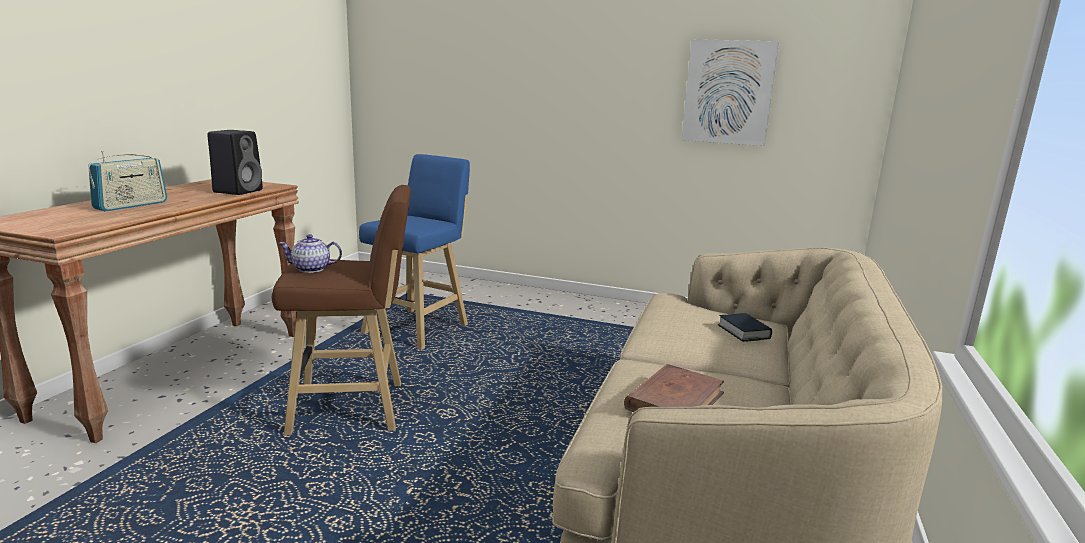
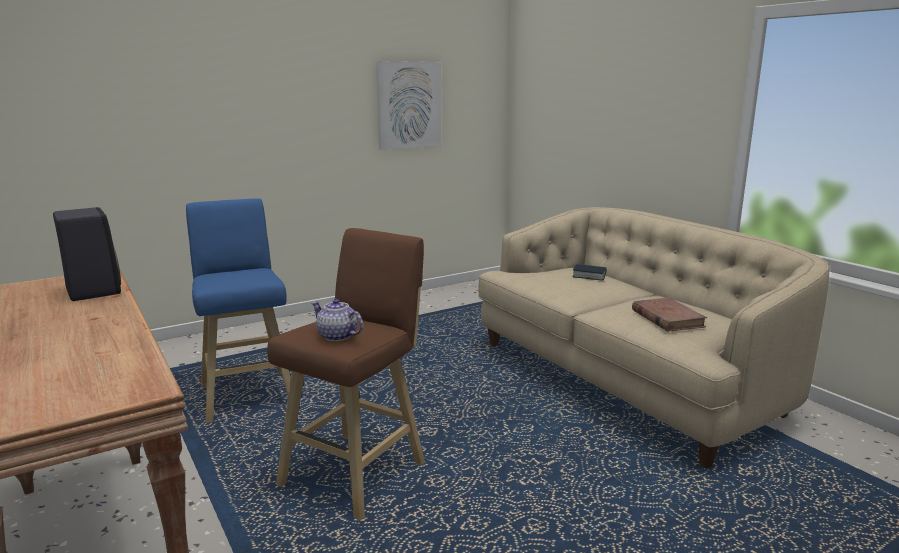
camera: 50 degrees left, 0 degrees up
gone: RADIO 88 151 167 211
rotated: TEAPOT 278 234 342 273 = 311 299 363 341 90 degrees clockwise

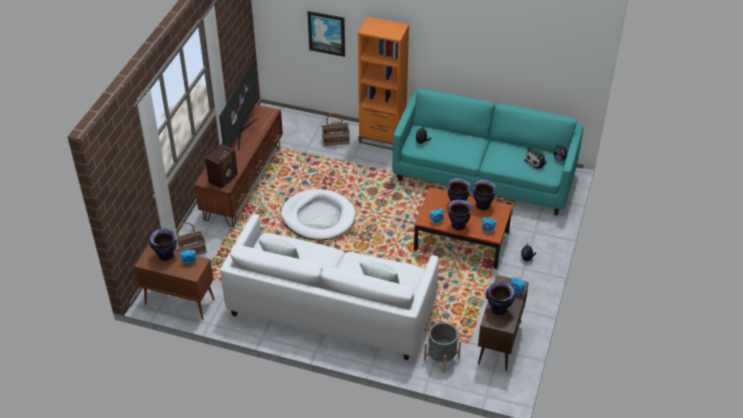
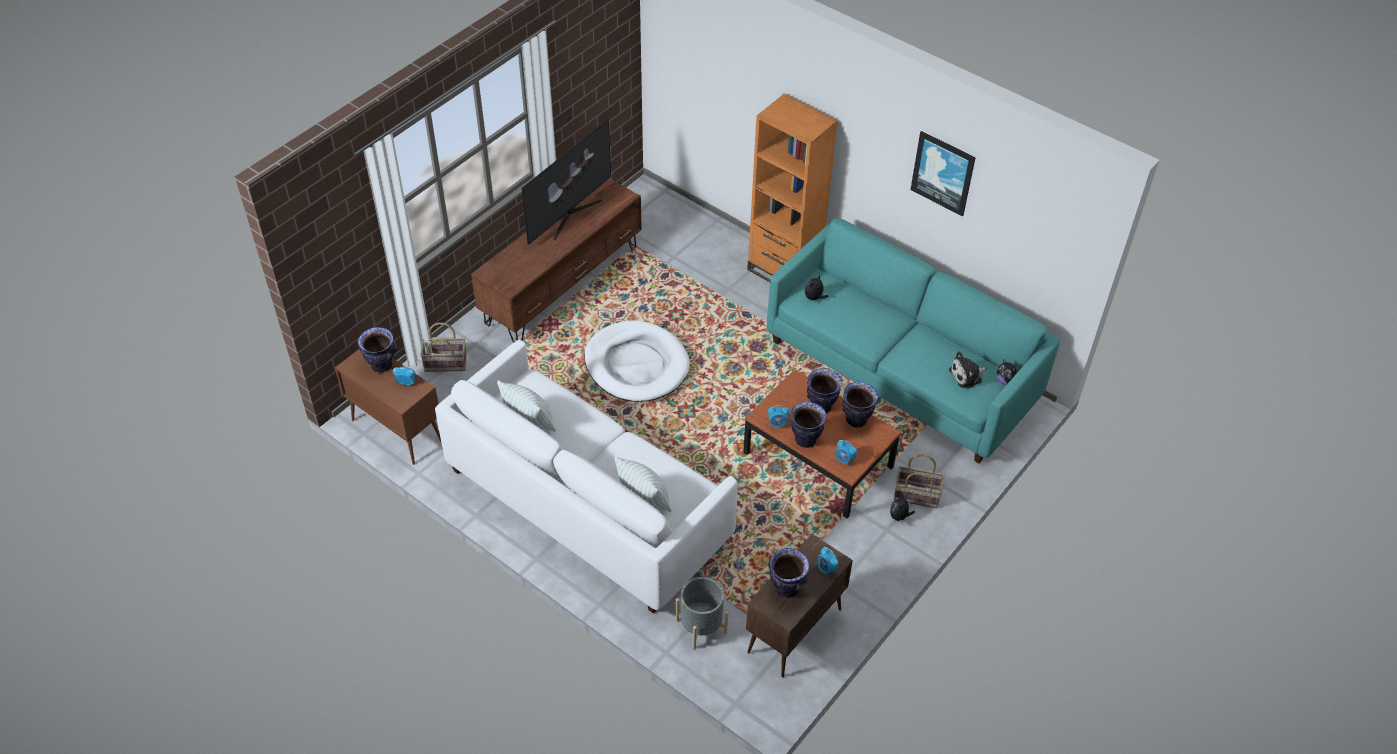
camera: 20 degrees right, 5 degrees up
gone: RADIO 205 144 238 189
shifted: BASKET 321 113 350 146 to 894 454 944 508; PICTURE 307 11 345 57 to 910 131 976 216

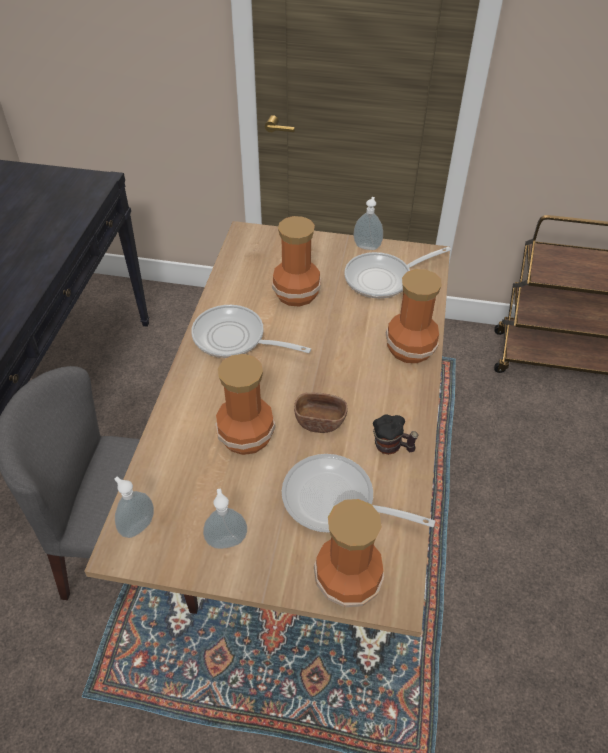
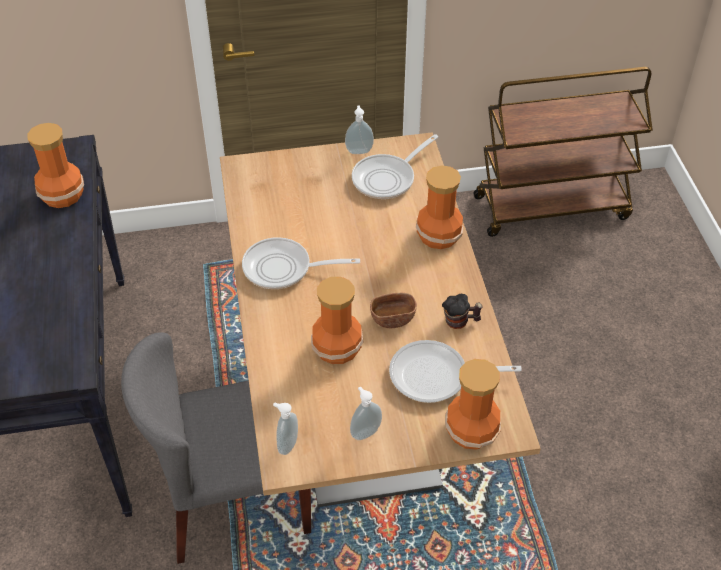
camera: 20 degrees left, 0 degrees up
shifted: VASE 272 216 321 307 to 27 123 84 208

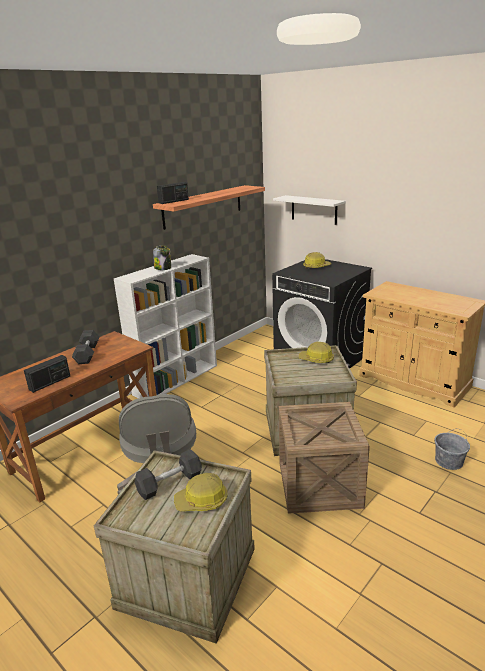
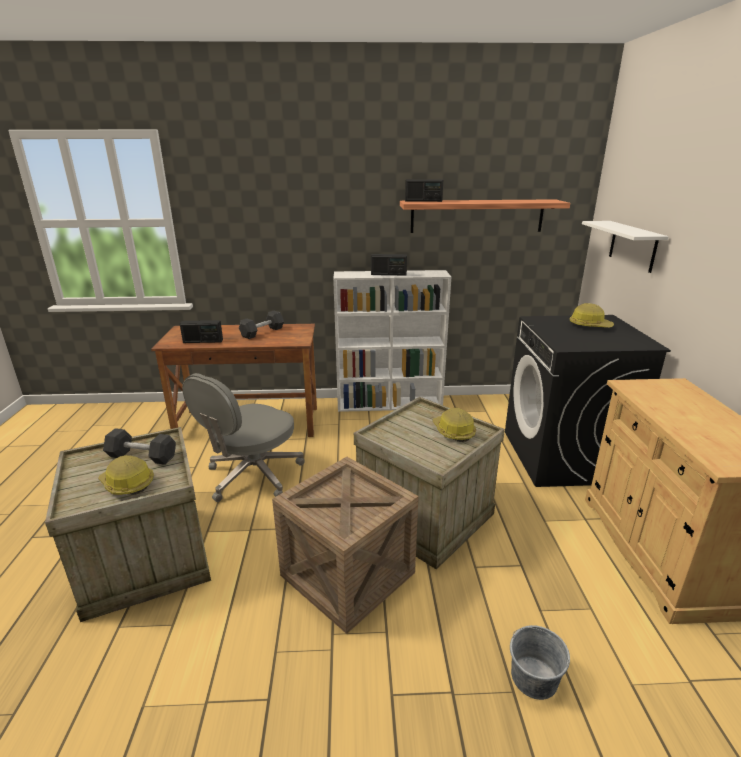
camera: 45 degrees right, 0 degrees up
swapped: JAR 153 245 171 270 to RADIO 371 254 407 275

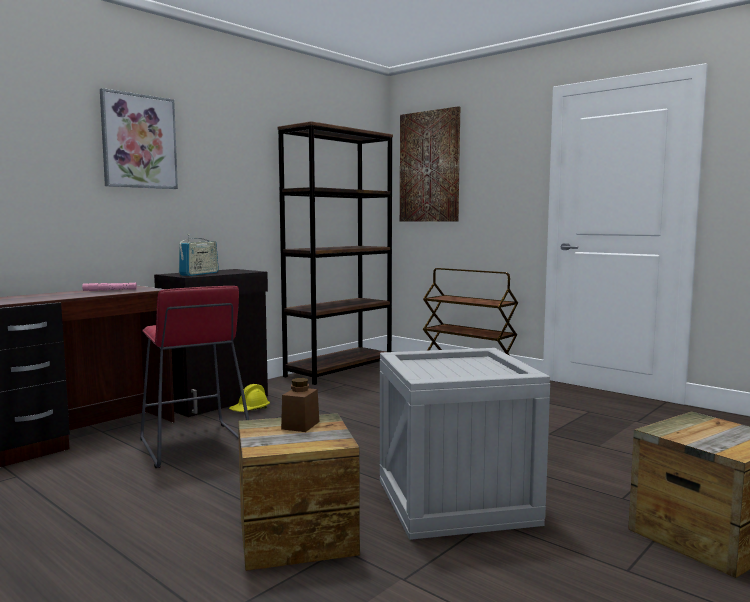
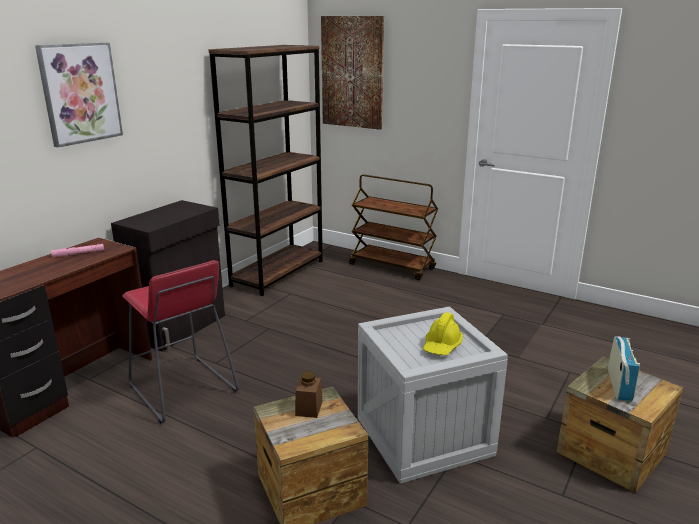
camera: 10 degrees left, 15 degrees up
shifted: YELLOW HARD HAT 229 384 270 412 to 423 312 463 355; RADIO 179 234 219 276 to 608 336 640 401

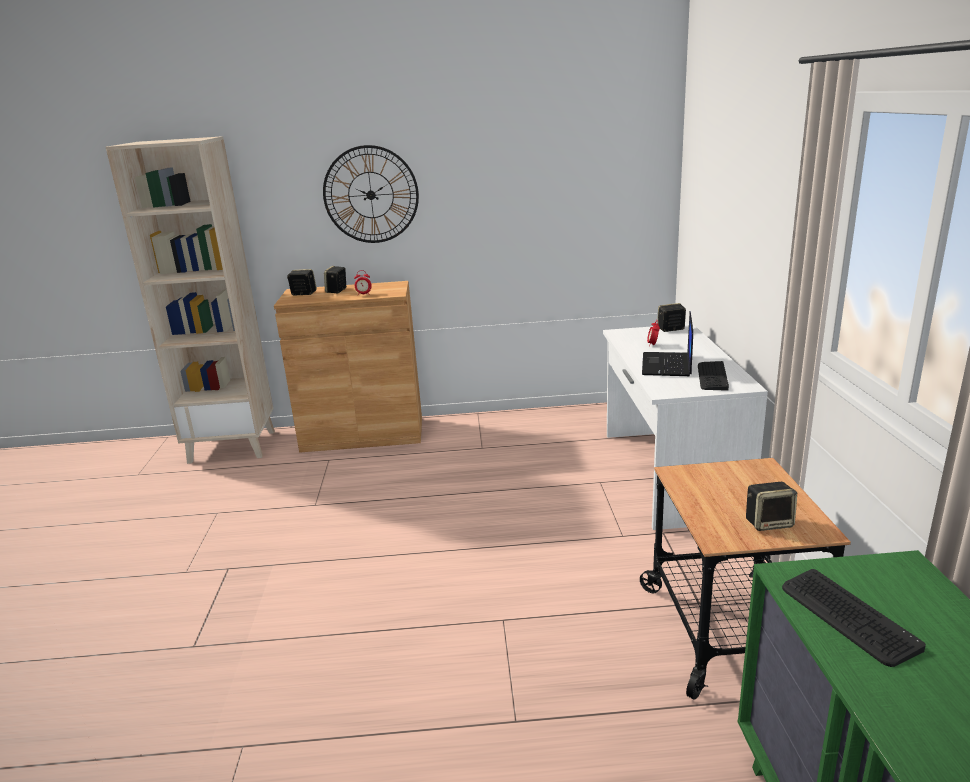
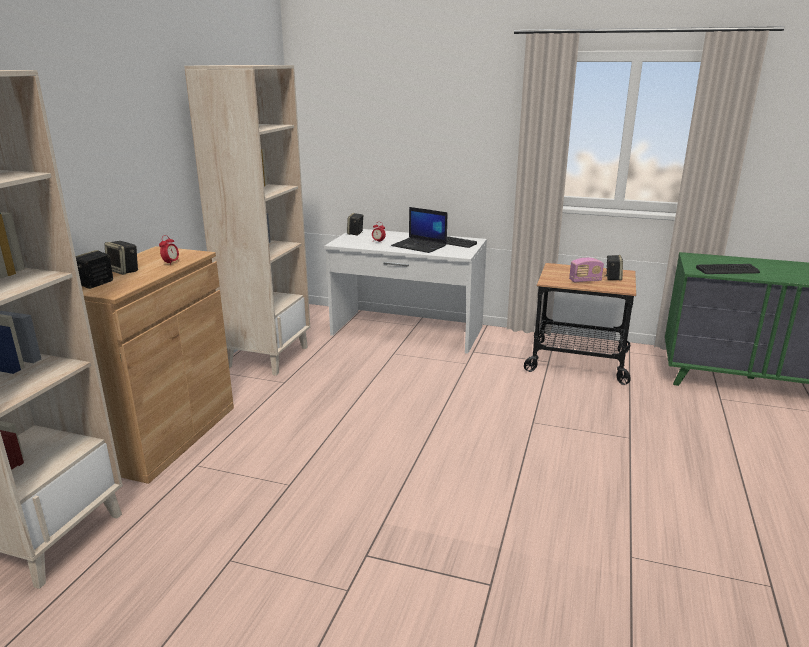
camera: 70 degrees left, 0 degrees up
gone: WALL CLOCK 323 145 419 243
new: BEIGE BOOKCASE 184 65 310 376; RADIO 569 258 604 283

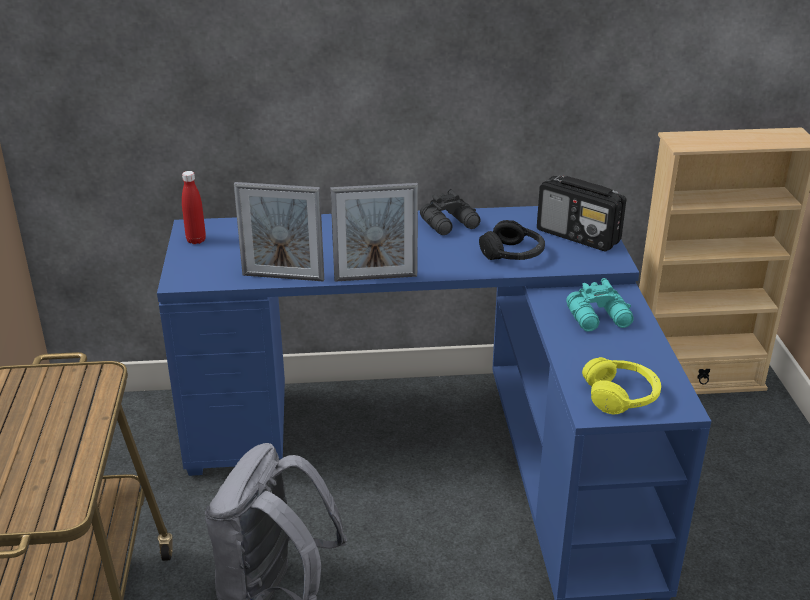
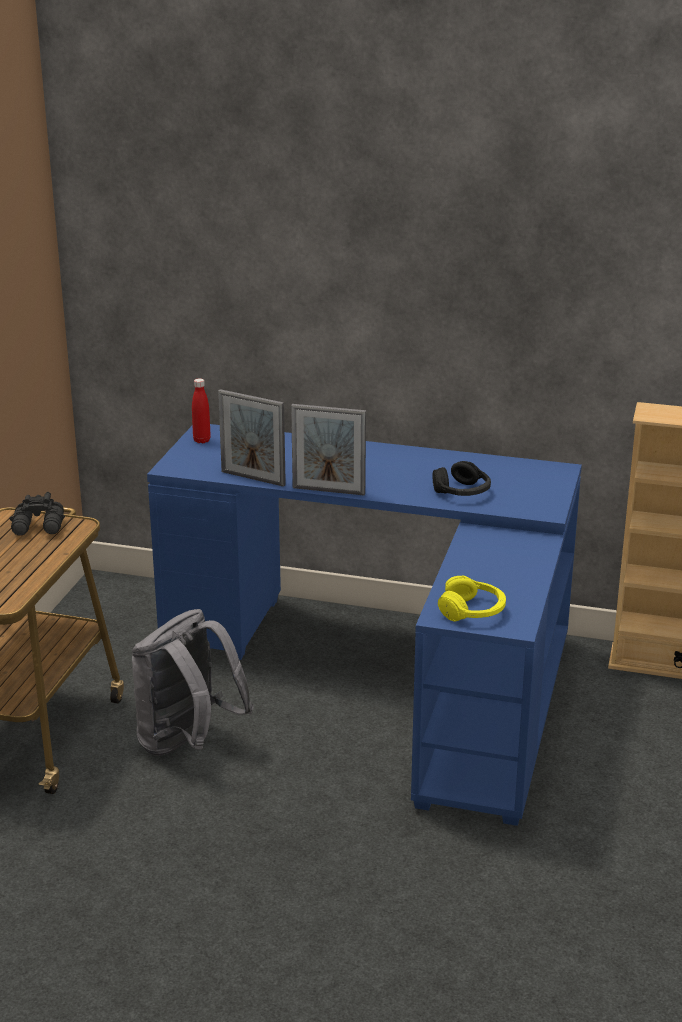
camera: 20 degrees right, 5 degrees down
gone: RADIO 537 175 626 252; TURQUOISE BINOCULARS 566 278 634 332
shifted: BLACK BINOCULARS 420 189 481 235 to 9 492 65 536

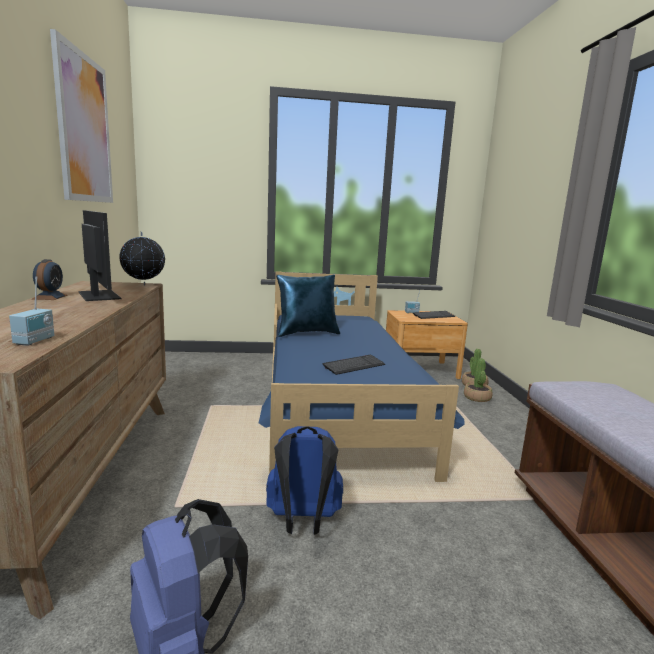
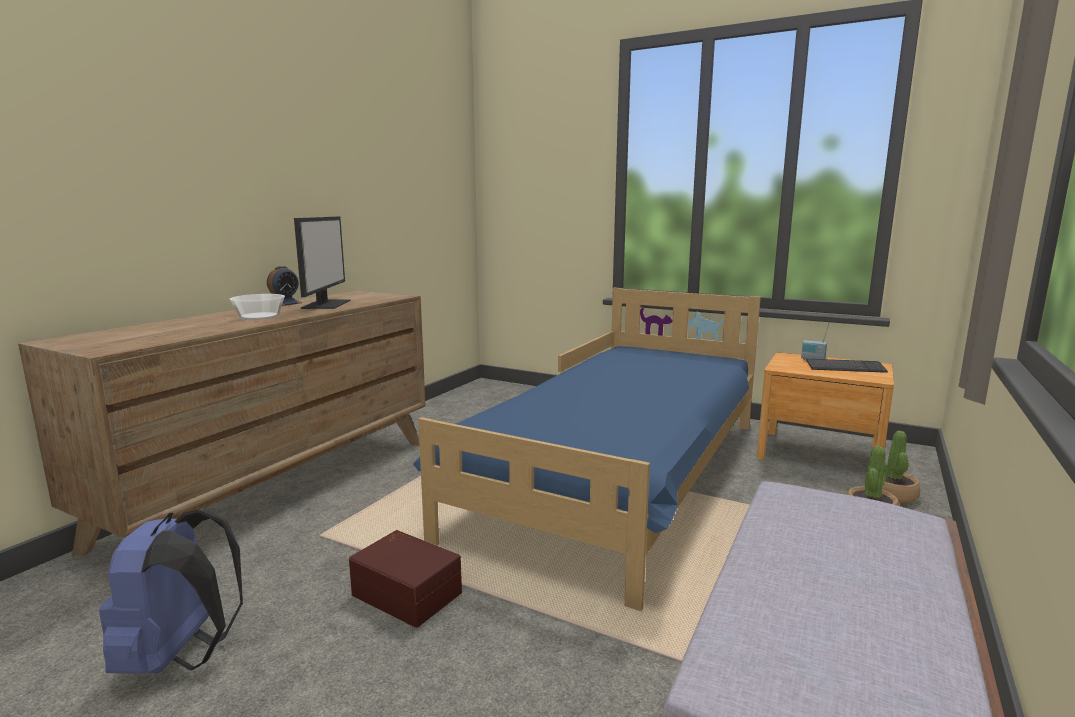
camera: 35 degrees right, 0 degrees up
gone: RADIO 9 276 54 346; PICTURE 50 29 113 203; GLOBE 119 232 165 286; BLUE PILLOW 276 275 340 337; KEYBOARD 322 355 385 375
new: BOWL 229 294 285 320
swapped: BLUE BACKPACK 266 426 343 535 to BROWN STORAGE BOX 349 530 462 628

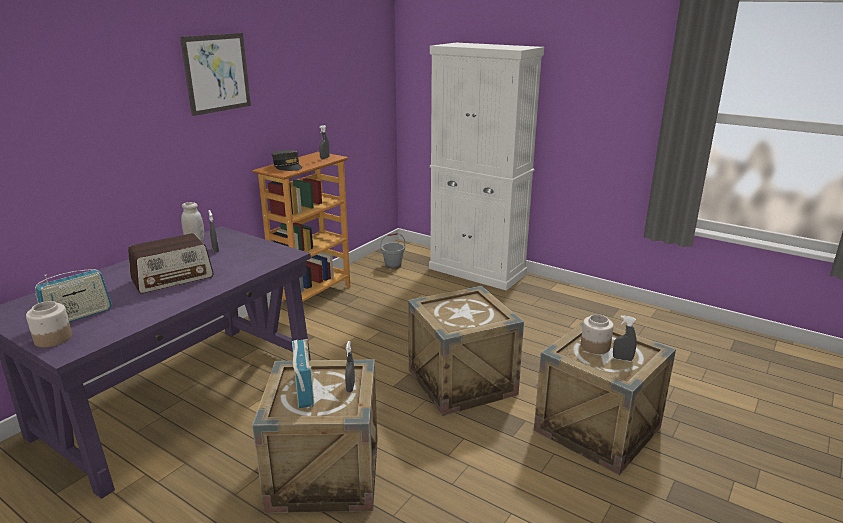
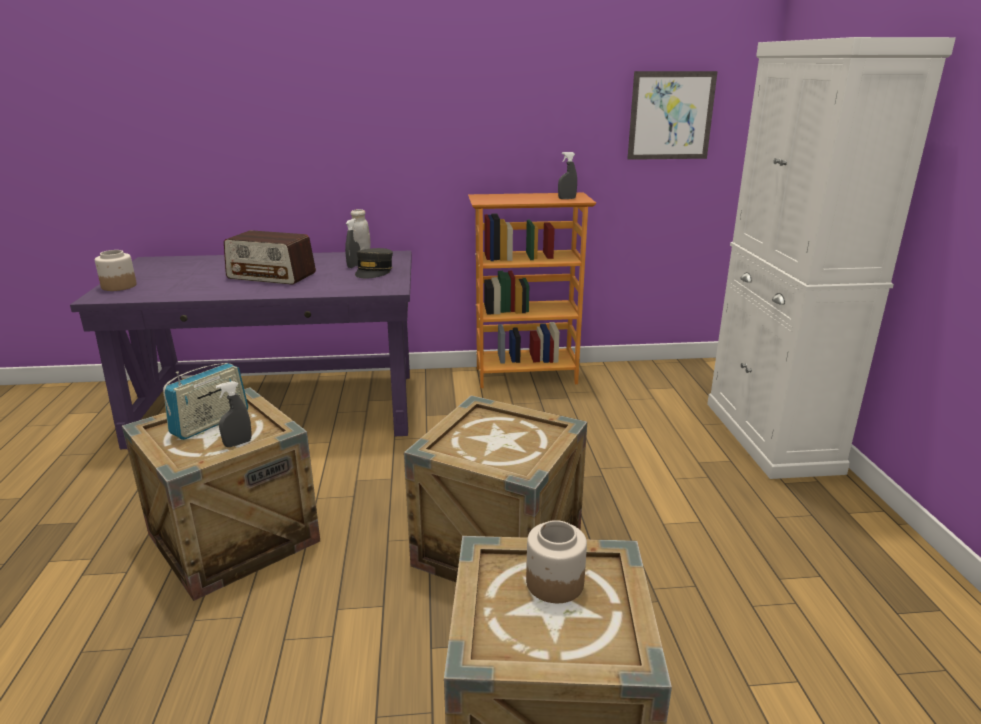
camera: 50 degrees right, 0 degrees up
gone: RADIO 35 269 112 322; GREY BUCKET 380 233 405 269; GREY SPRAY BOTTLE 613 316 637 361
shifted: GREY CAP 272 150 302 171 to 355 248 393 278; PICTURE 180 33 251 116 to 627 71 718 160

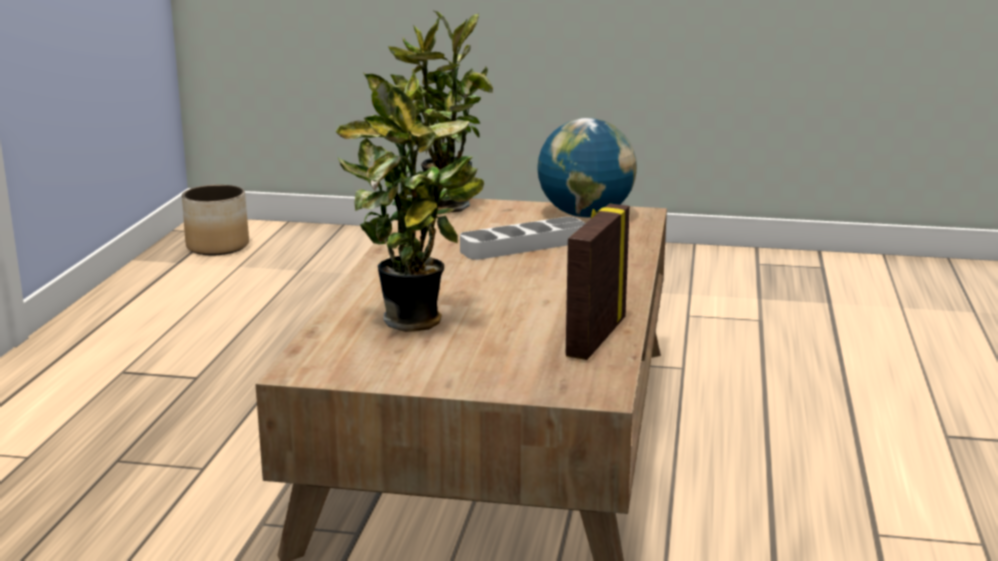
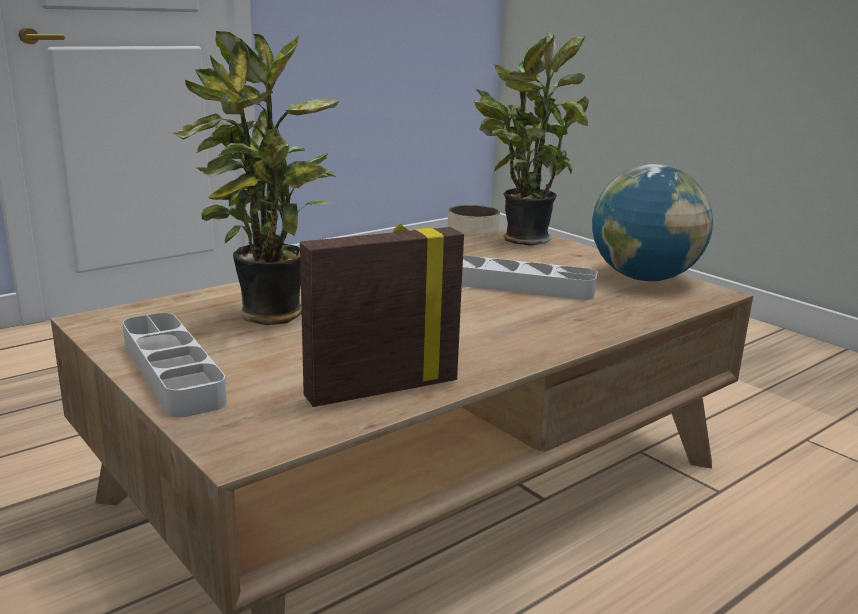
camera: 40 degrees right, 0 degrees up
new: GREY TRAY 123 313 227 417

